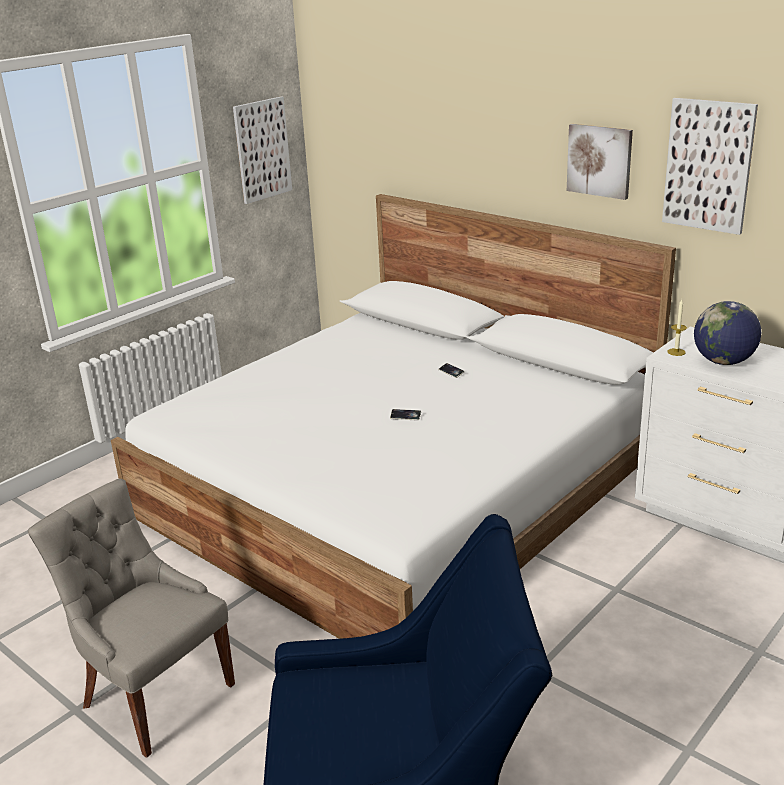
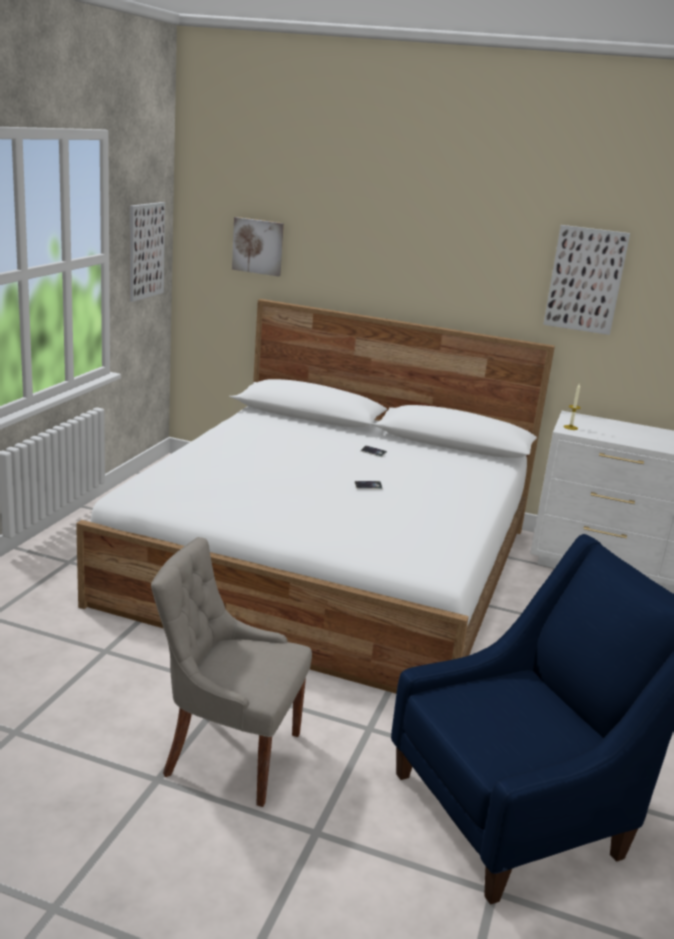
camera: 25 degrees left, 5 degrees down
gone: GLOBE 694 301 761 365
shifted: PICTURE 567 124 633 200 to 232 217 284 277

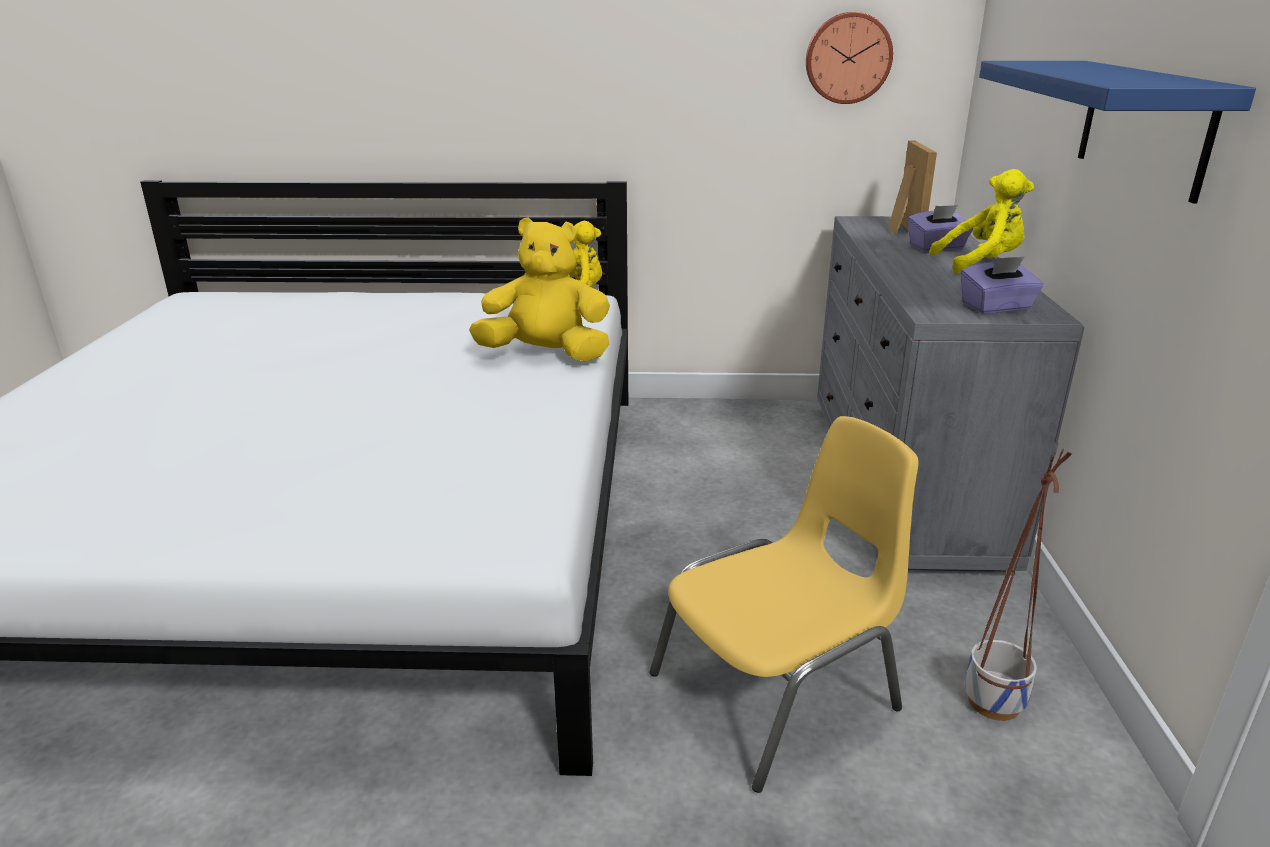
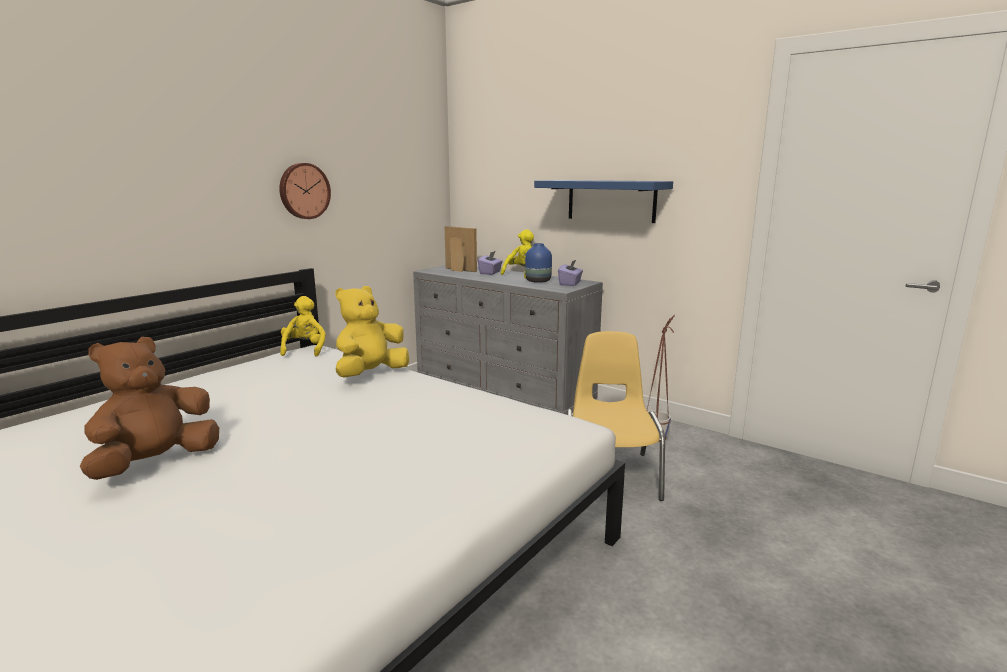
camera: 55 degrees left, 10 degrees down
new: BROWN PLUSH TOY 80 337 219 480; BLUE VASE 525 243 552 283
shifted: WALL CLOCK 806 12 893 104 to 279 163 331 219

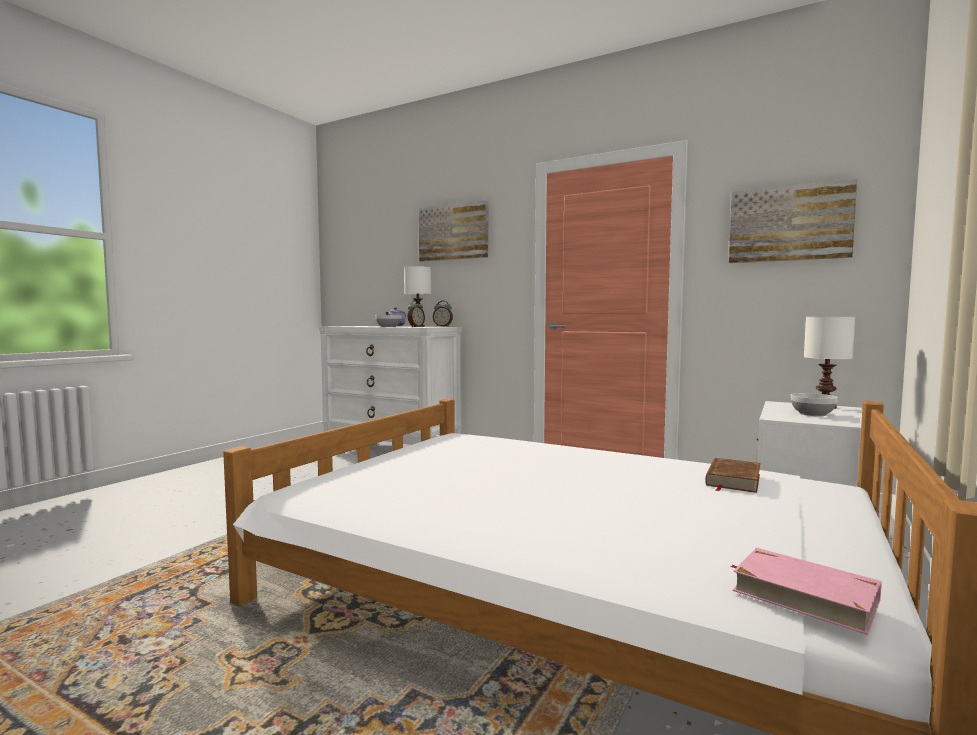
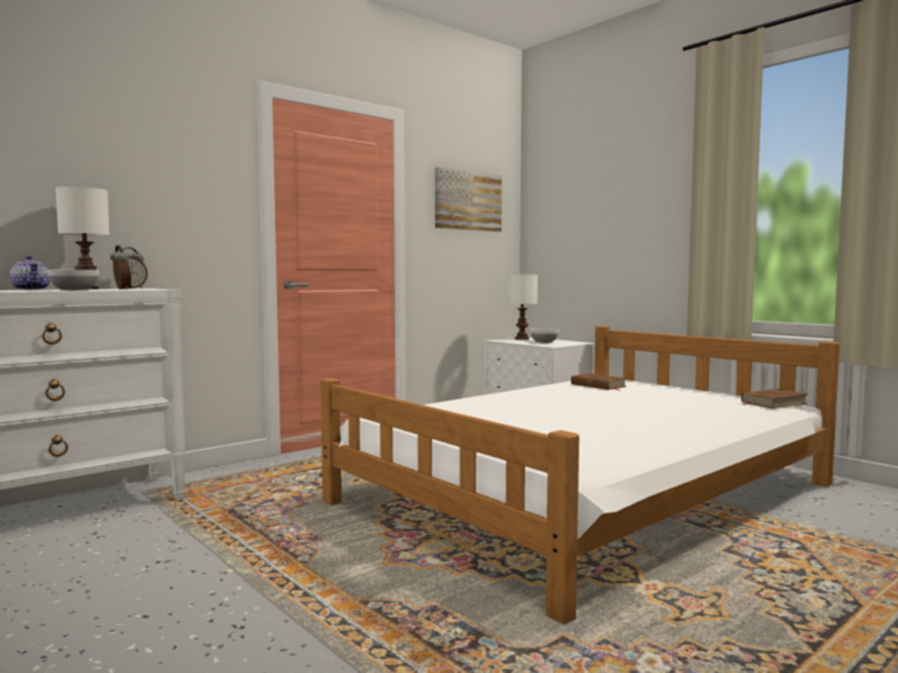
camera: 70 degrees left, 0 degrees up
gone: PICTURE 419 200 488 262
repainted: PINK BOOK 730 548 882 635 to BROWN BOOK 741 389 808 409

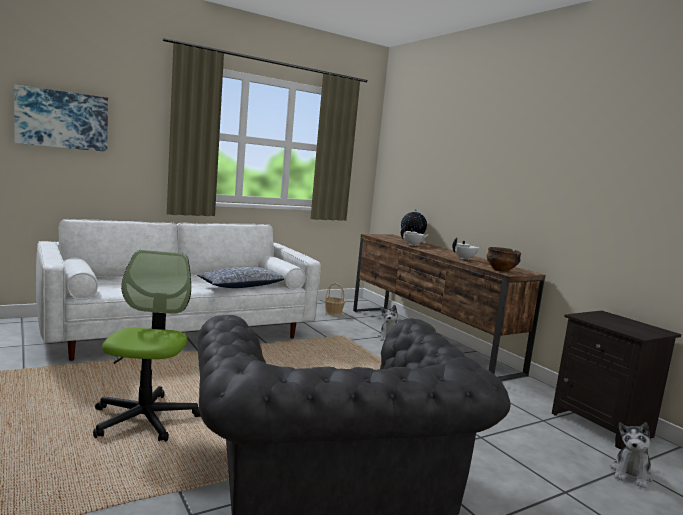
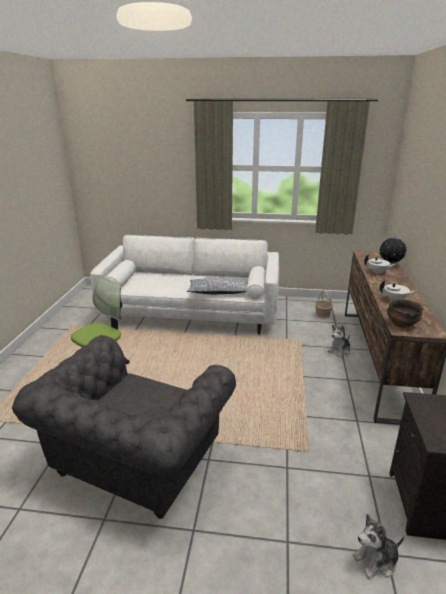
camera: 40 degrees right, 15 degrees up
gone: PICTURE 14 85 108 152

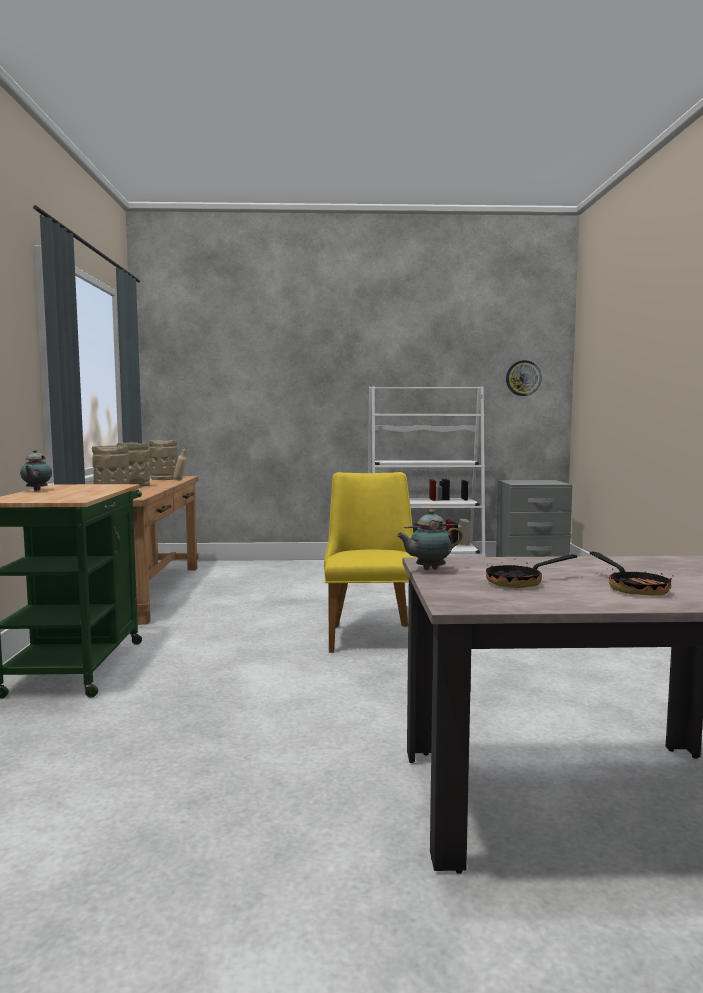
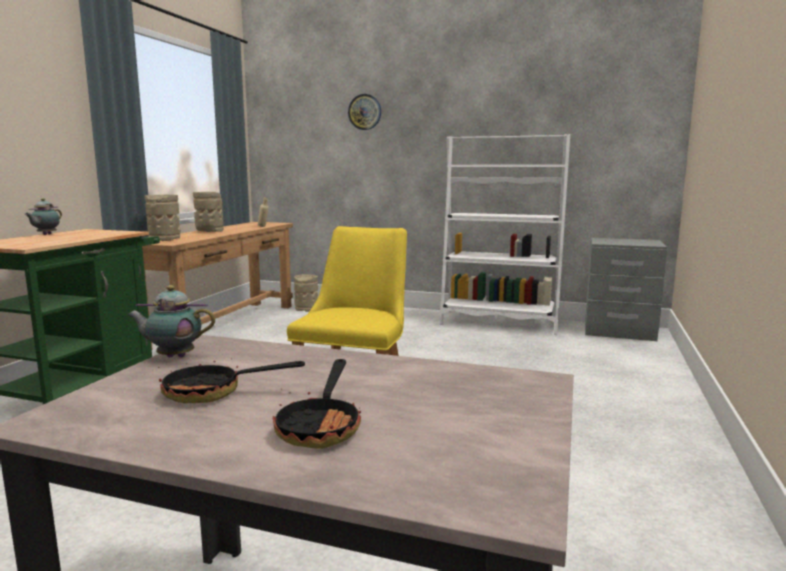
camera: 20 degrees right, 5 degrees up
shifted: BEIGE VASE 149 440 177 480 to 294 274 318 312; WALL CLOCK 506 360 542 396 to 348 94 381 130

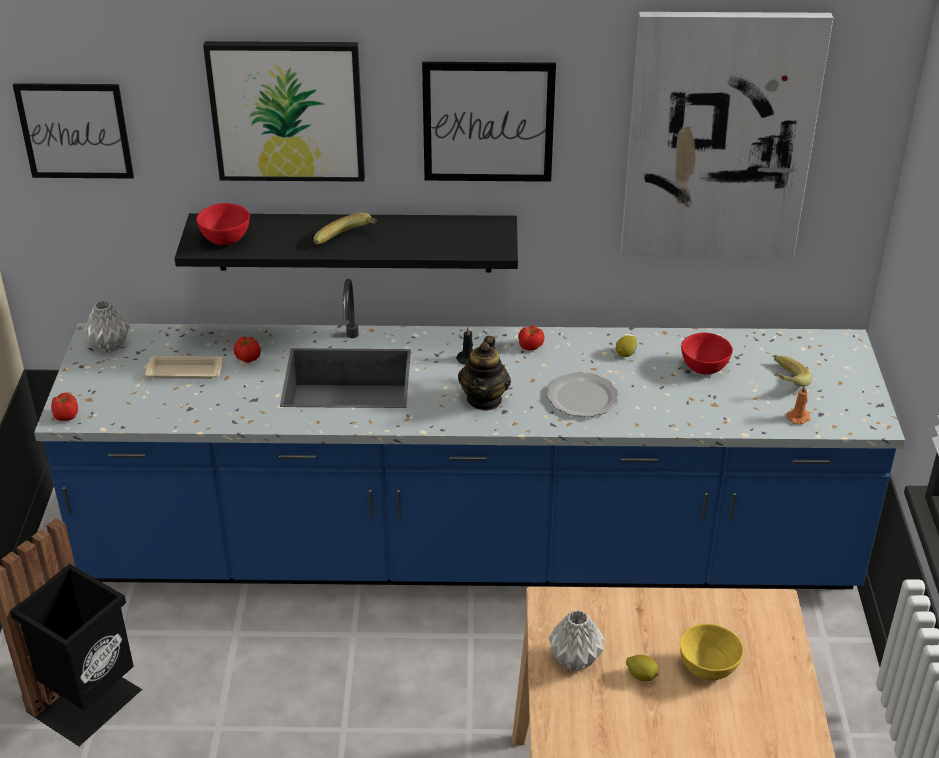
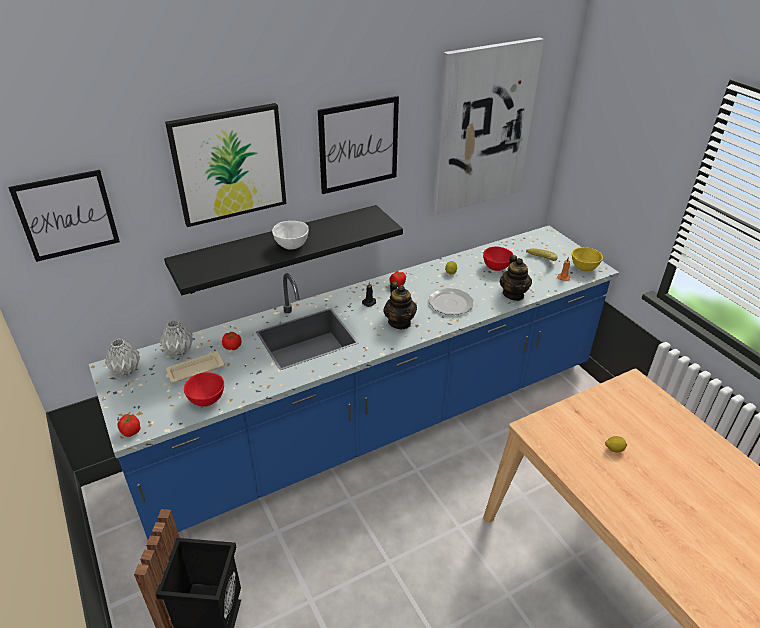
camera: 30 degrees left, 0 degrees up
new: TEAPOT 500 255 532 301
shifted: GREY VASE 549 610 605 671 to 160 320 193 357; RED BOWL 196 203 250 245 to 184 372 224 407; YELLOW BOWL 680 624 744 681 to 572 247 603 271
swapped: BANANA 314 213 377 245 to WHITE BOWL 272 221 309 250

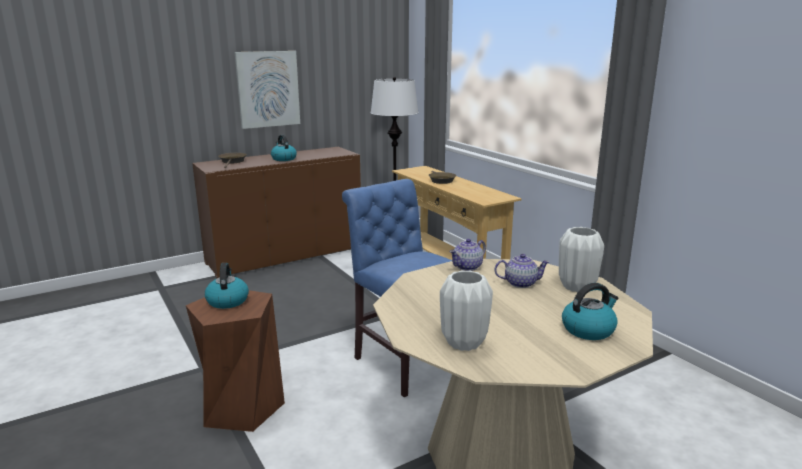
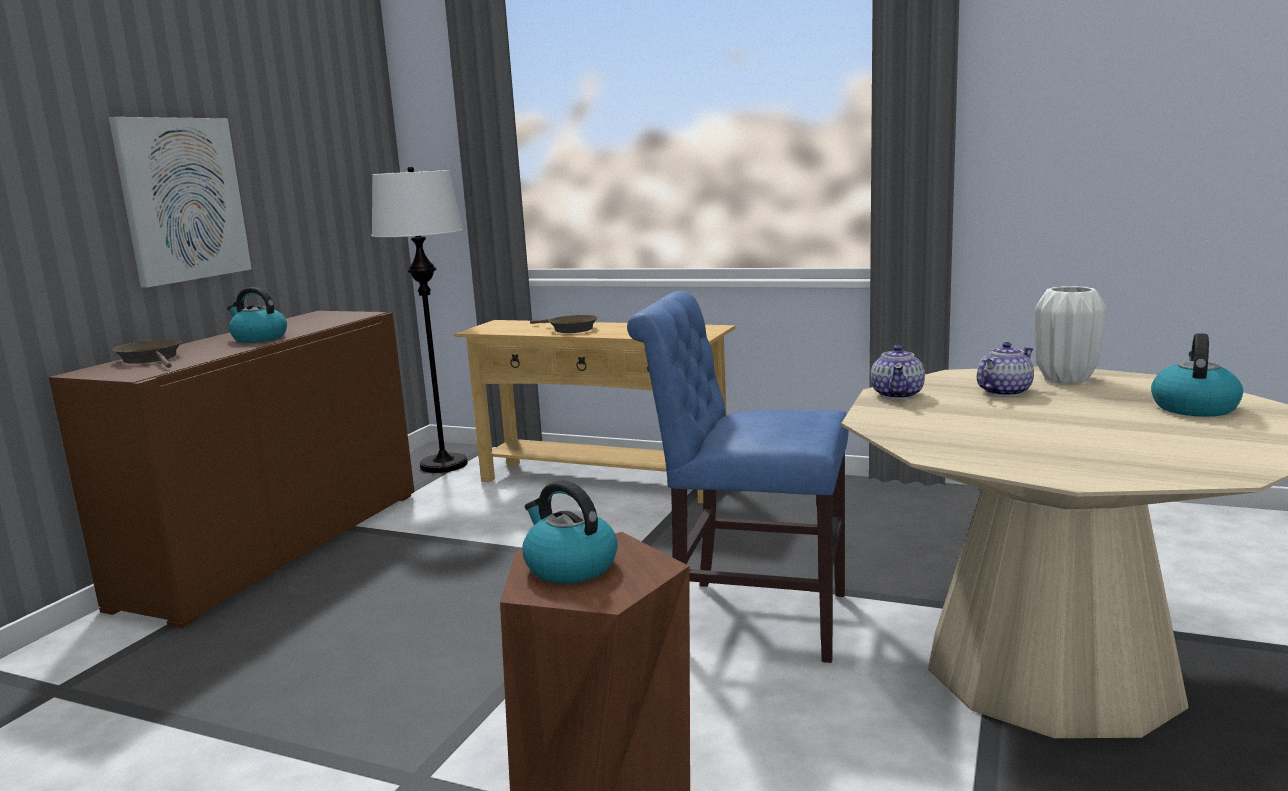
camera: 35 degrees left, 5 degrees down
gone: WHITE VASE 440 270 493 351

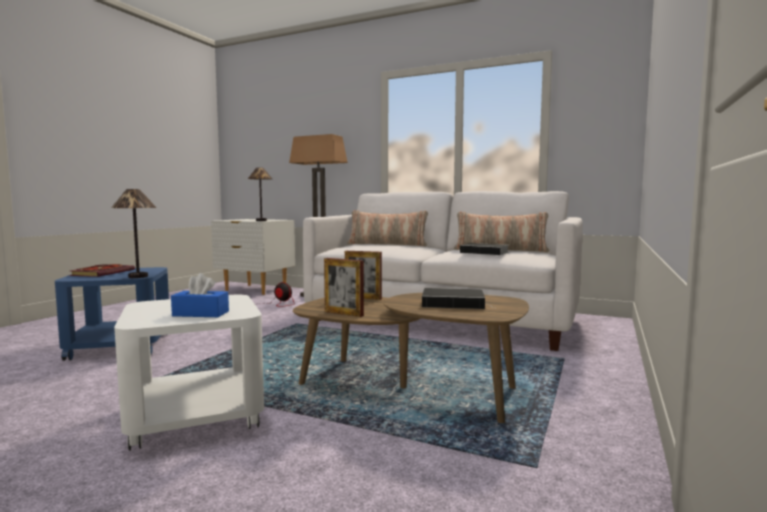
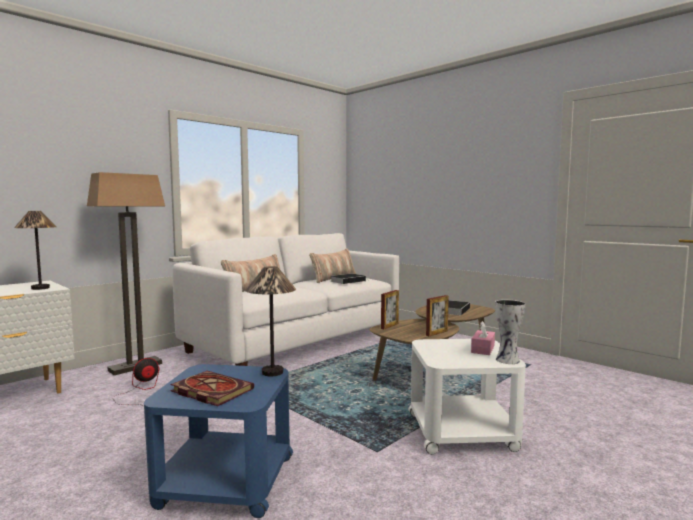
camera: 70 degrees left, 0 degrees up
new: VASE 495 299 526 364
repainted: BLUE TISSUE BOX 171 273 229 317 to PINK TISSUE BOX 471 321 495 355

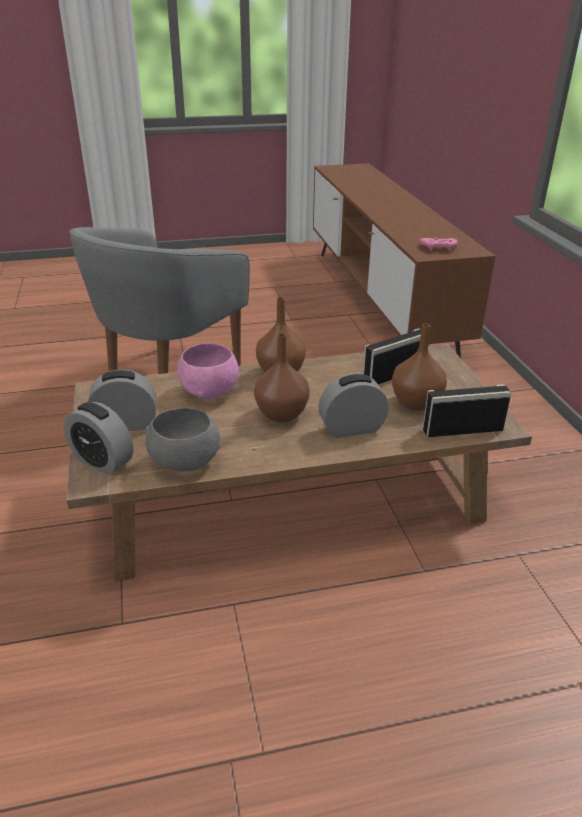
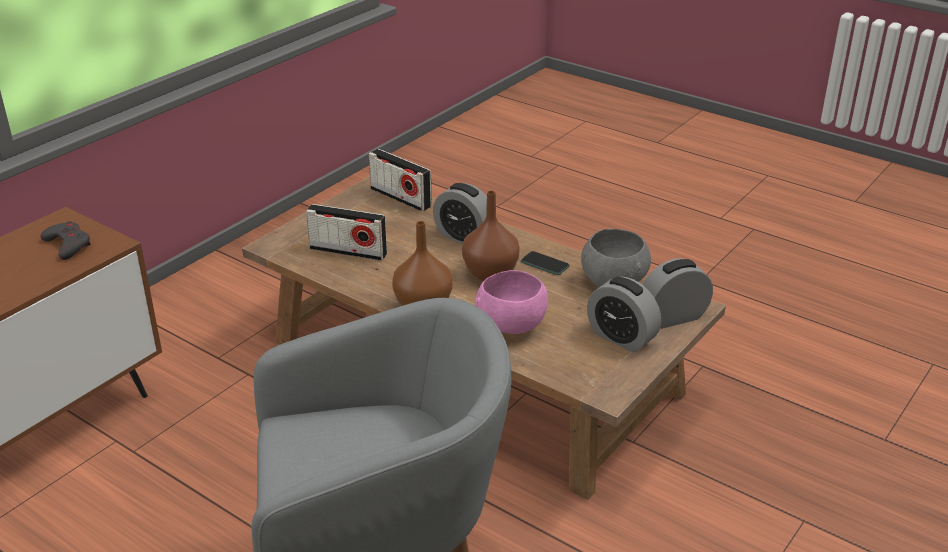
camera: 130 degrees left, 0 degrees up
gone: BROWN VASE 392 324 447 411
new: PHONE 521 251 570 275
repainted: PINK GAME CONTROLLER 419 237 457 252 to GREY GAME CONTROLLER 40 221 91 260
rotated: ALARM CLOCK 63 402 133 475 = 643 258 713 329 105 degrees counterclockwise

